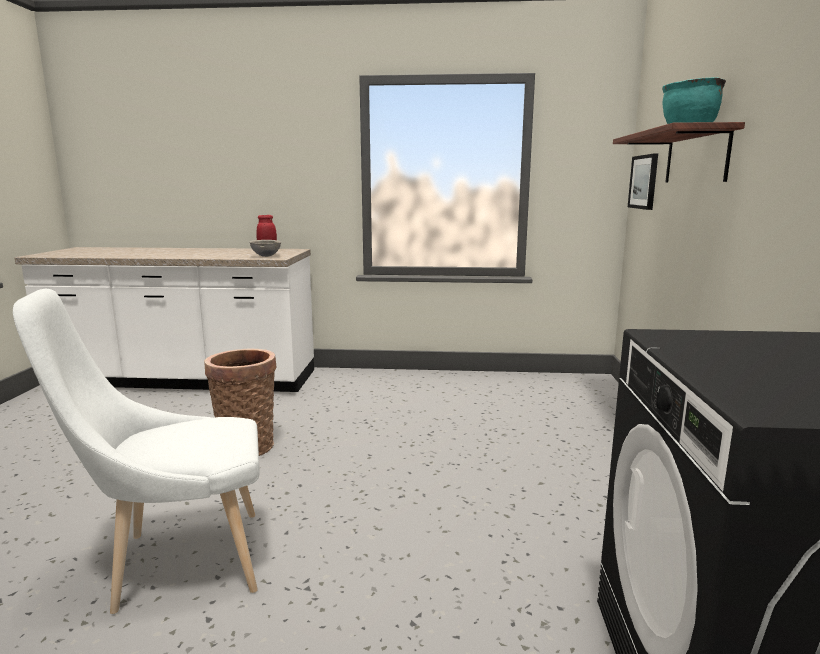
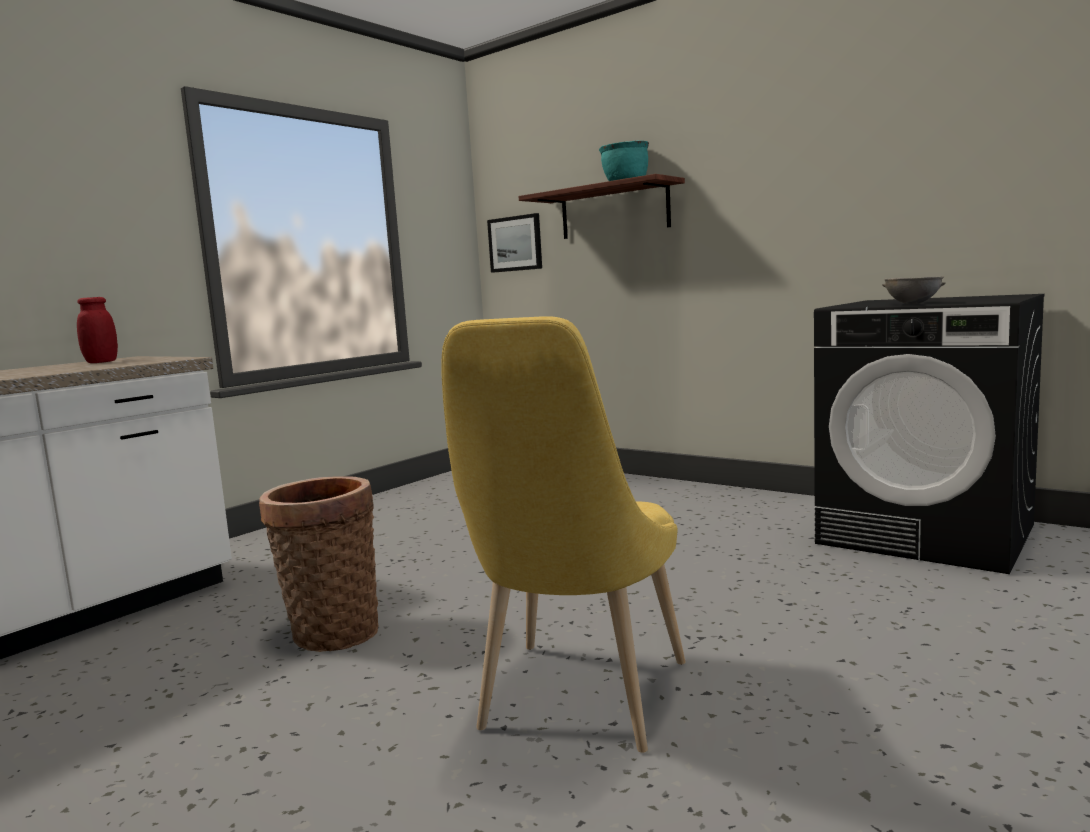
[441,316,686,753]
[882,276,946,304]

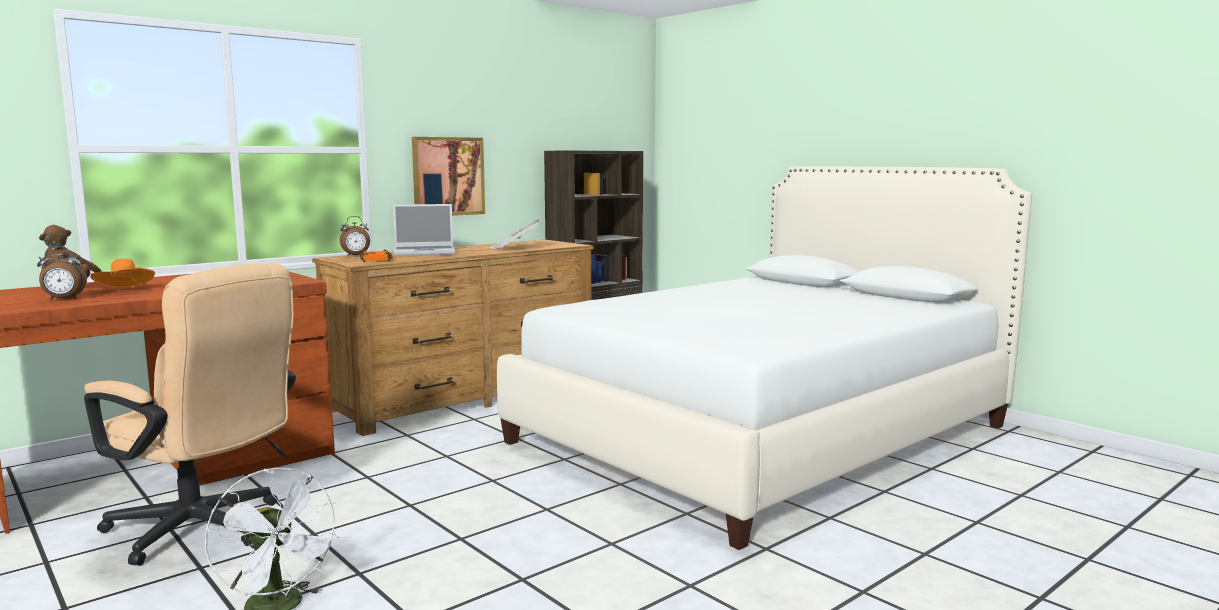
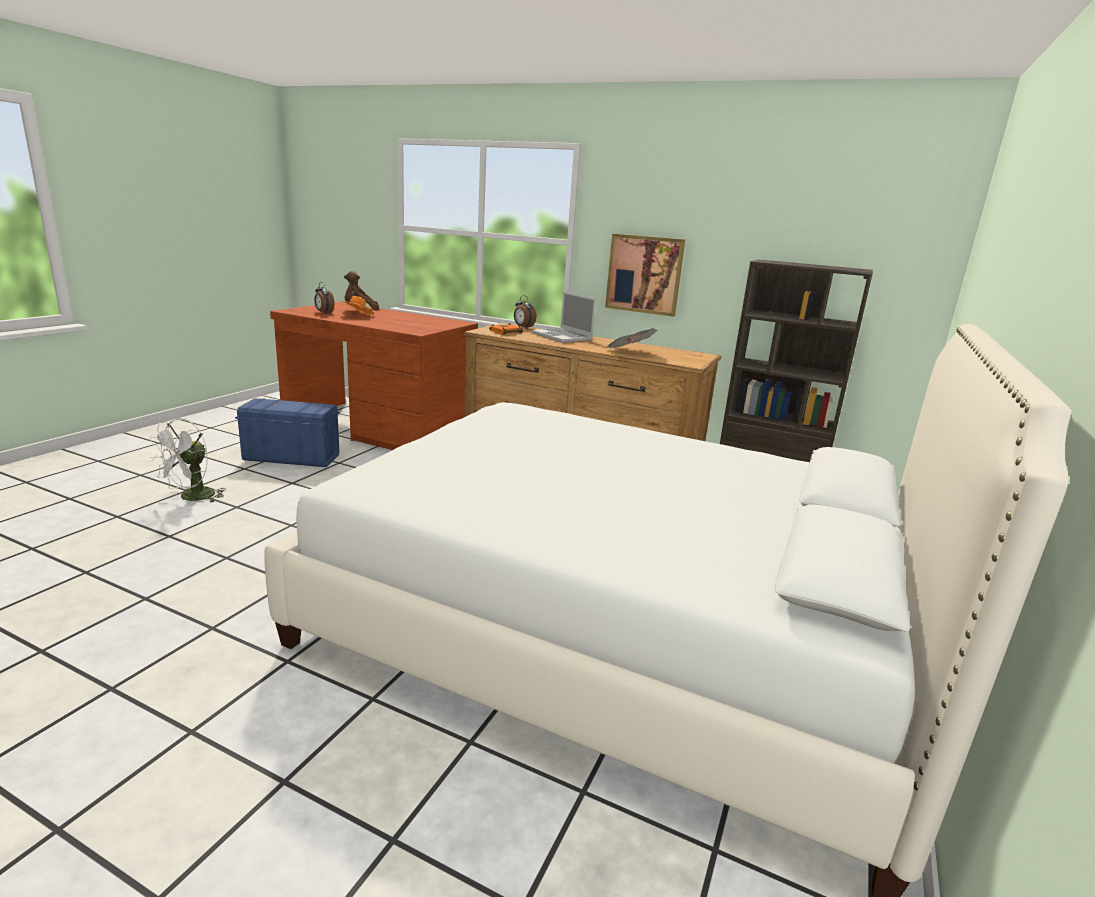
[235,398,340,467]

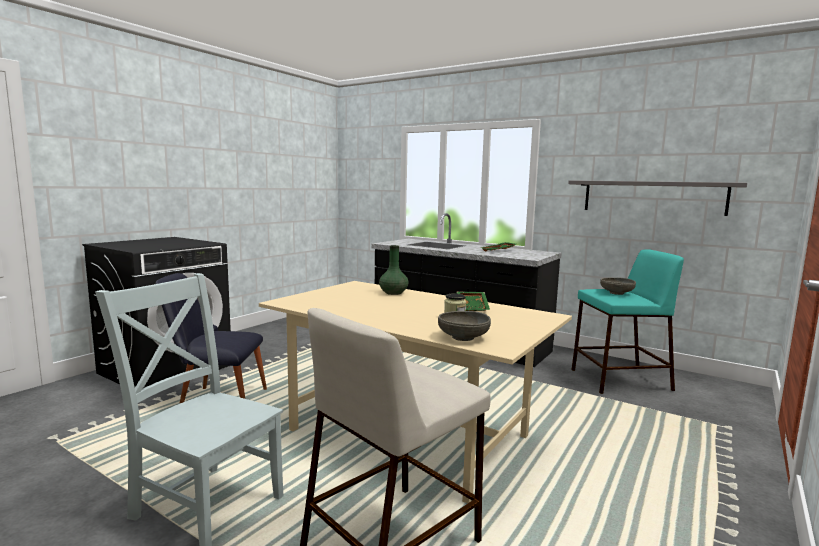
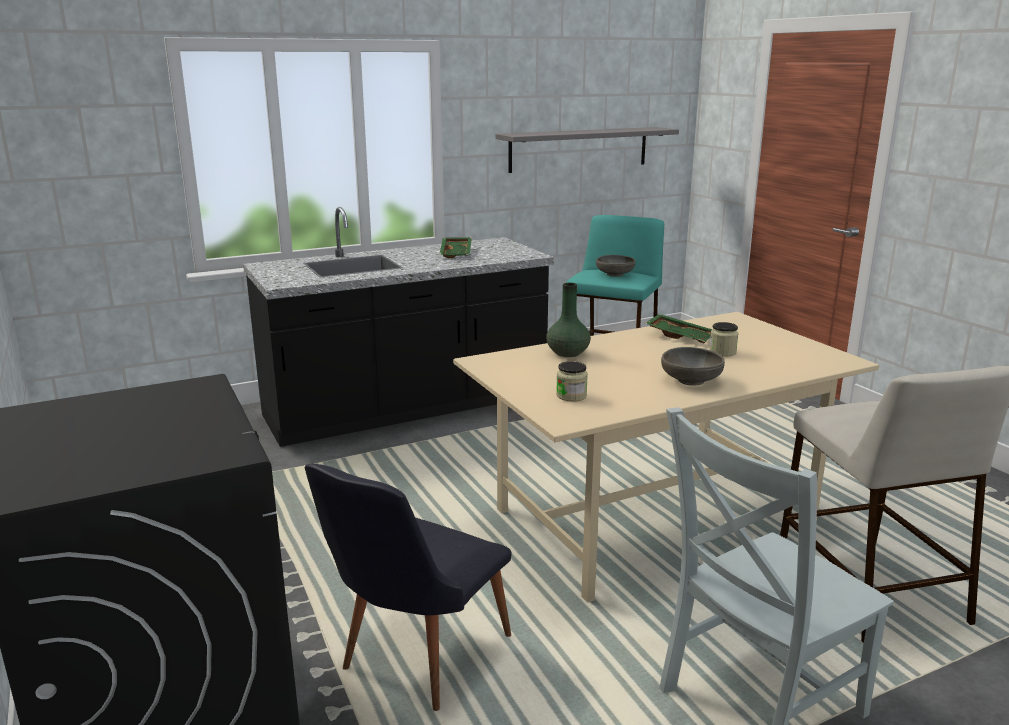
[661,347,725,386]
[556,361,588,402]

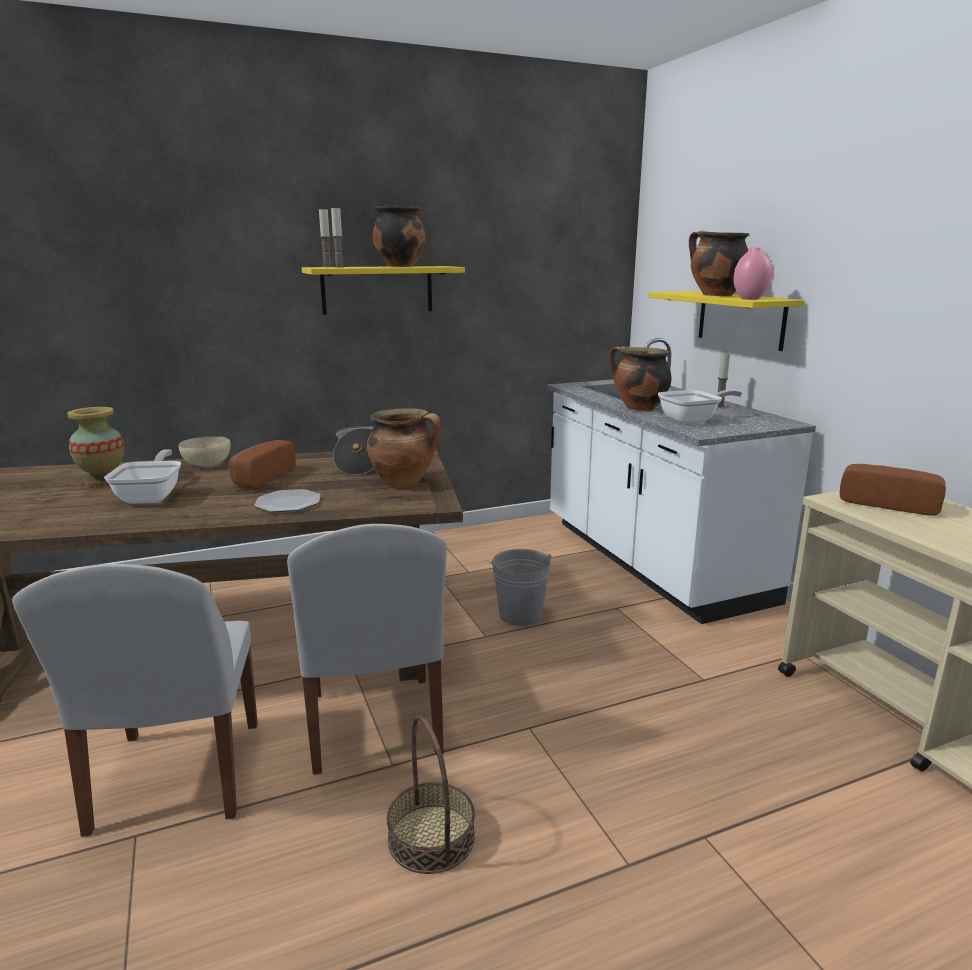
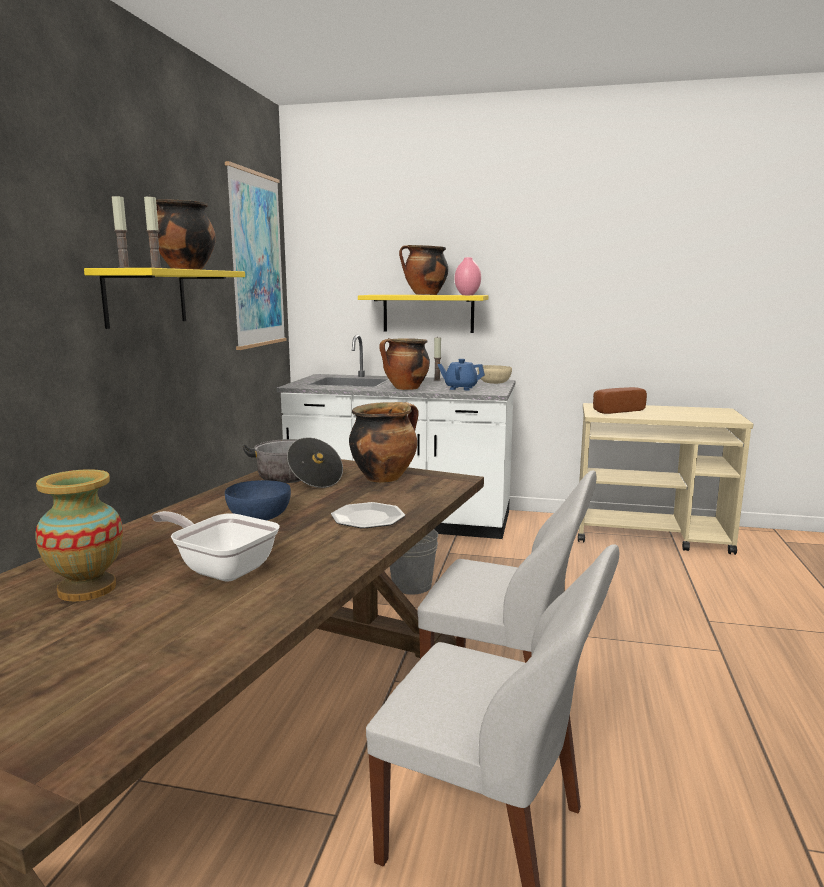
[477,365,512,384]
[225,480,291,520]
[386,715,475,874] (first image)
[438,359,485,391]
[225,161,287,350]

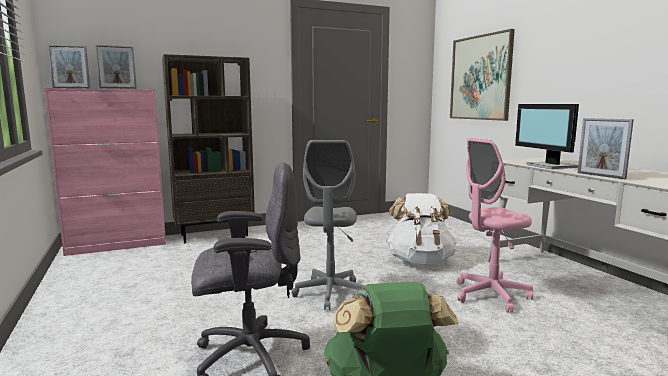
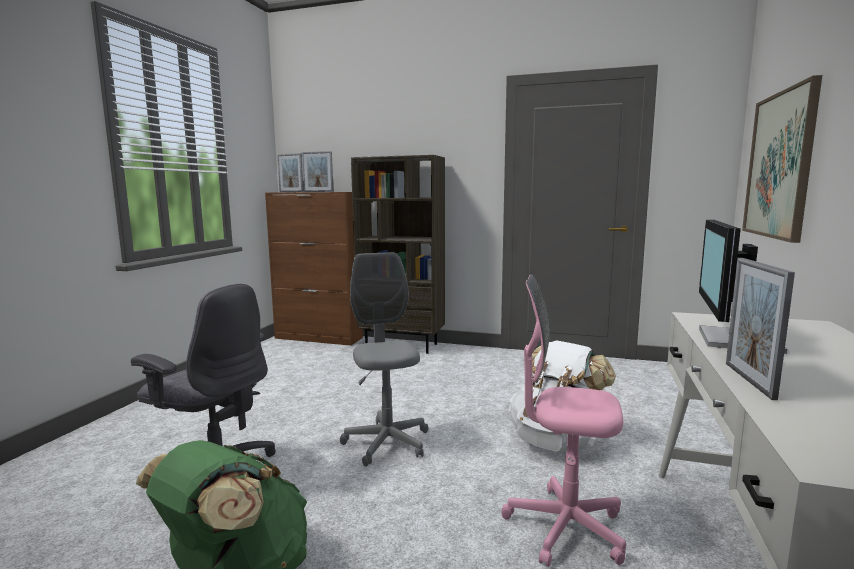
[265,192,363,346]
[340,252,428,467]

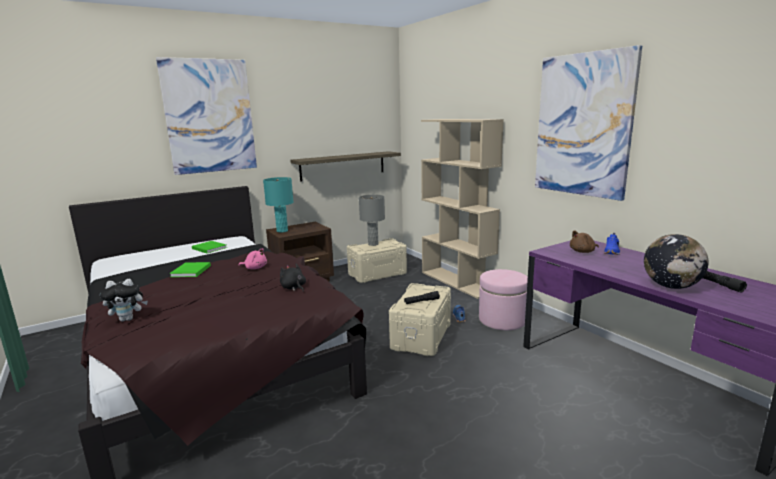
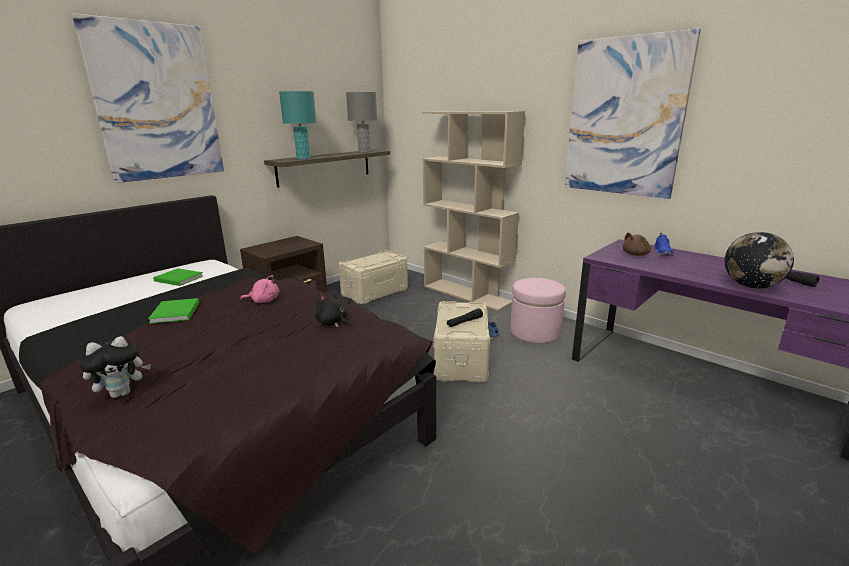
[279,91,316,159]
[346,92,377,153]

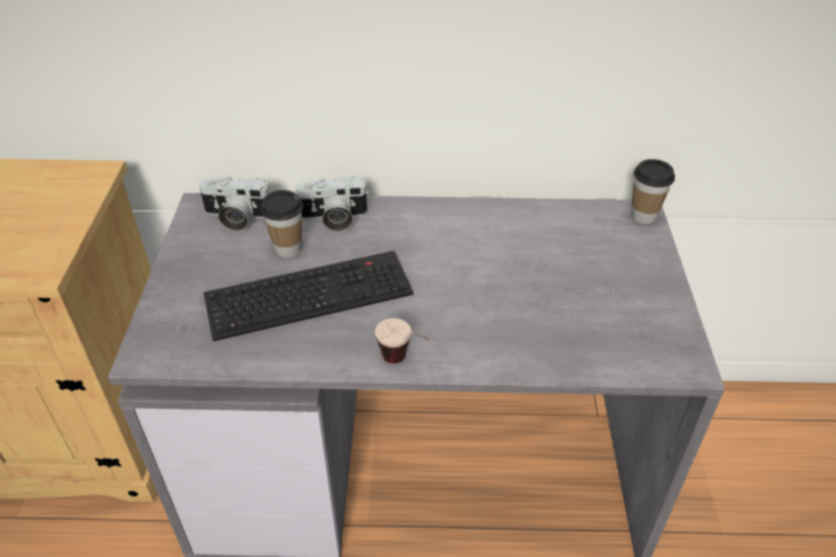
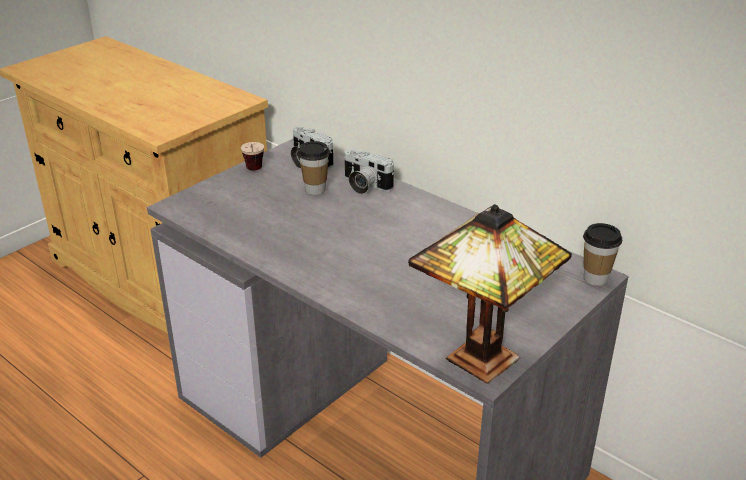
[203,251,413,342] (first image)
[241,142,264,170]
[408,204,572,383]

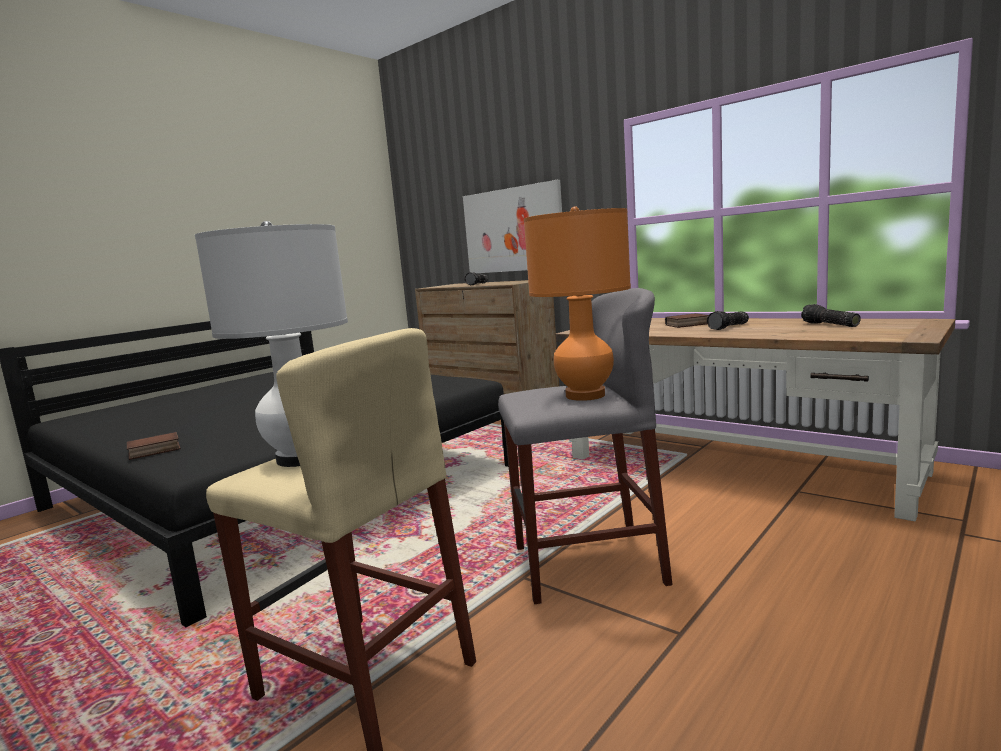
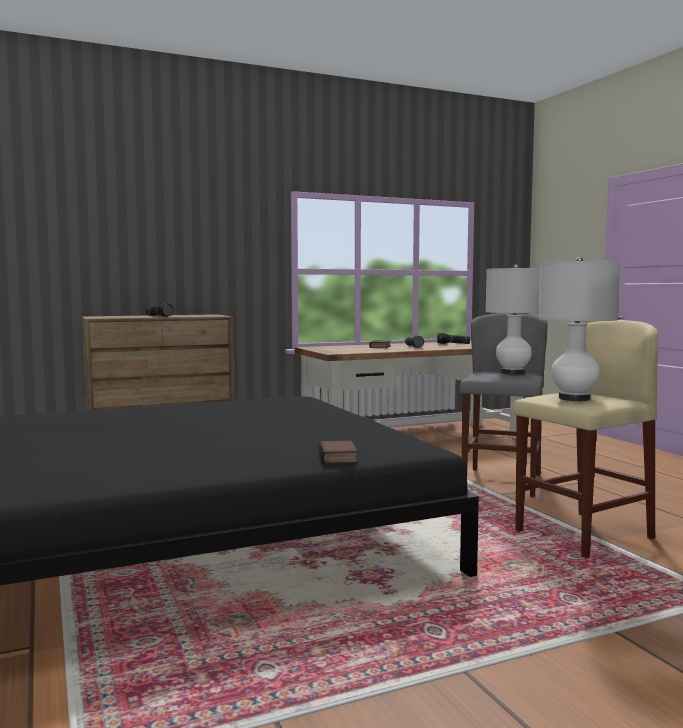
[463,180,562,273] (first image)
[485,265,540,375]

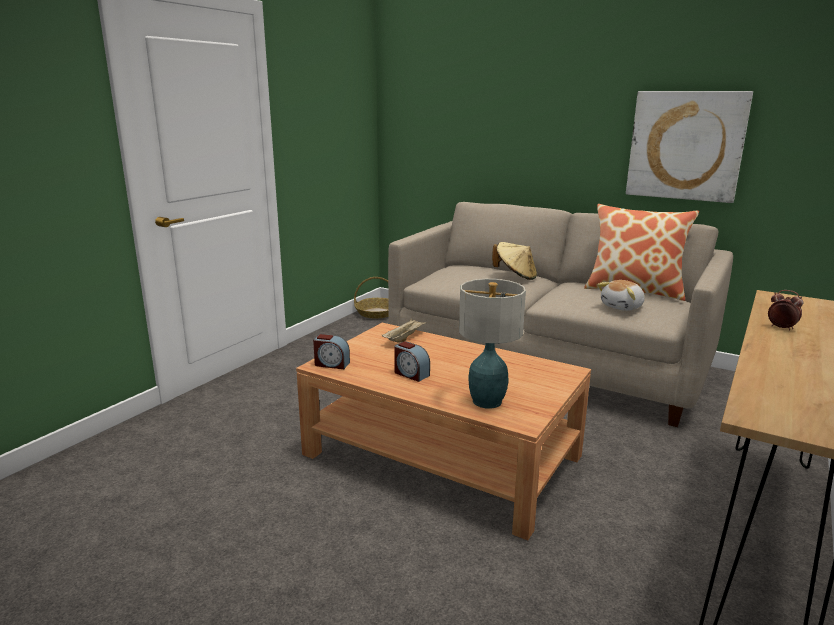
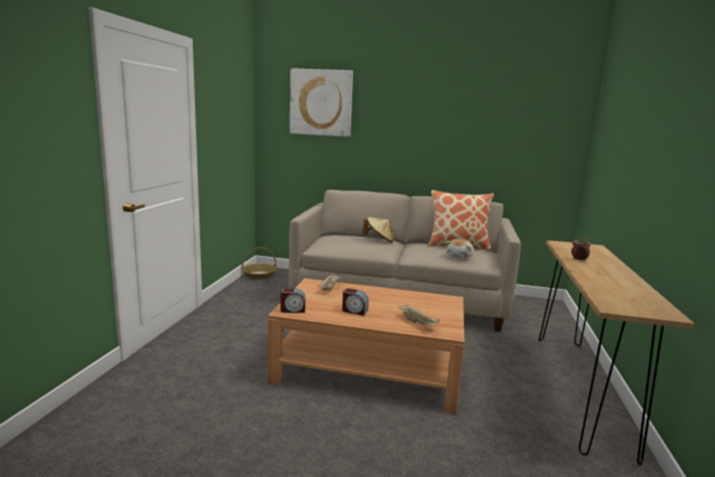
[398,305,439,325]
[290,68,353,137]

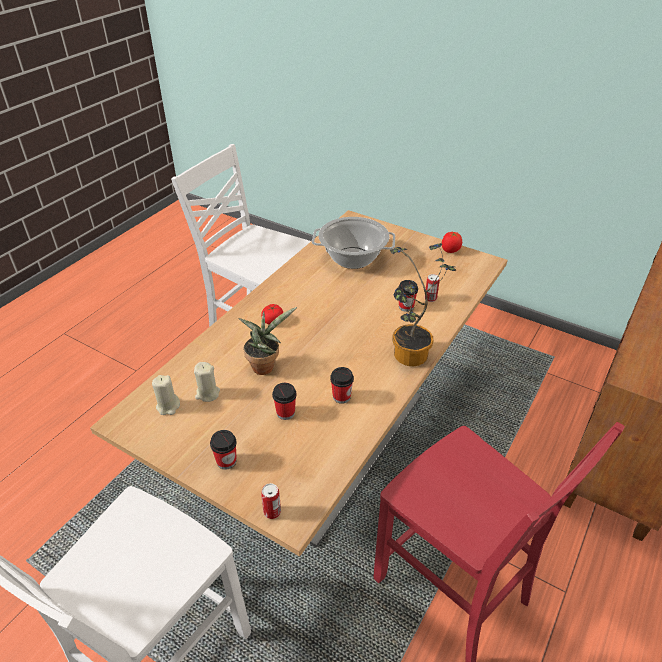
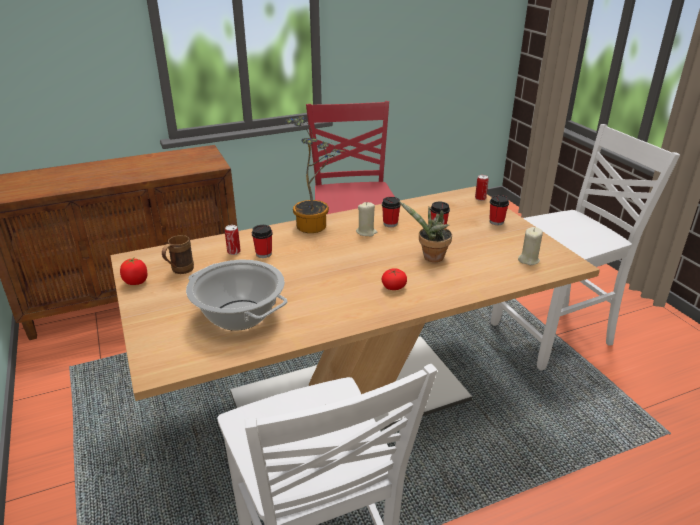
[356,202,378,236]
[162,235,194,274]

